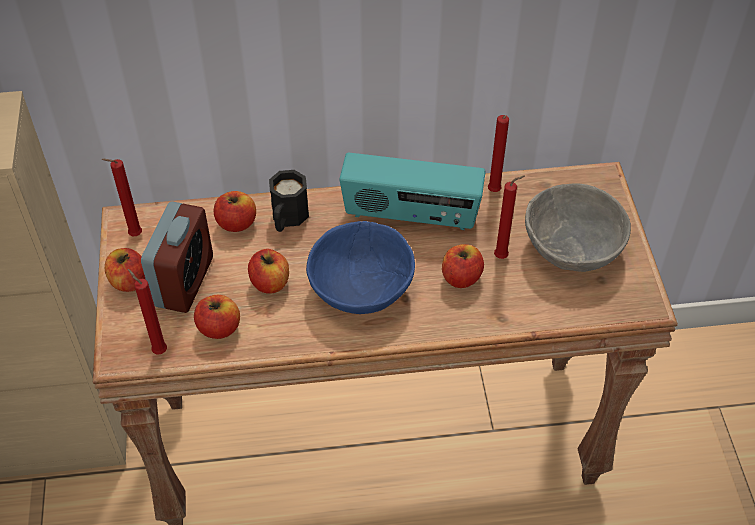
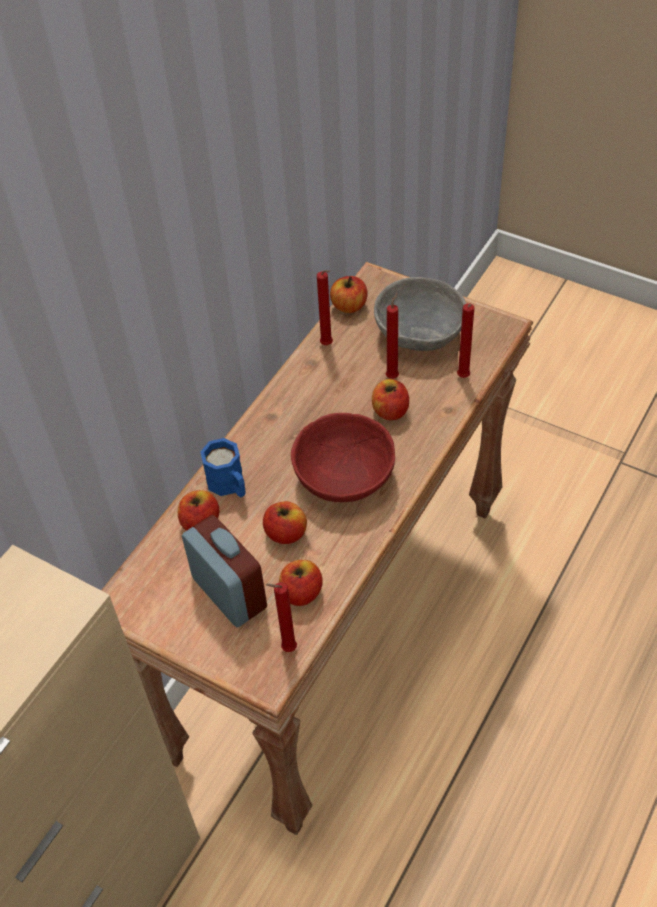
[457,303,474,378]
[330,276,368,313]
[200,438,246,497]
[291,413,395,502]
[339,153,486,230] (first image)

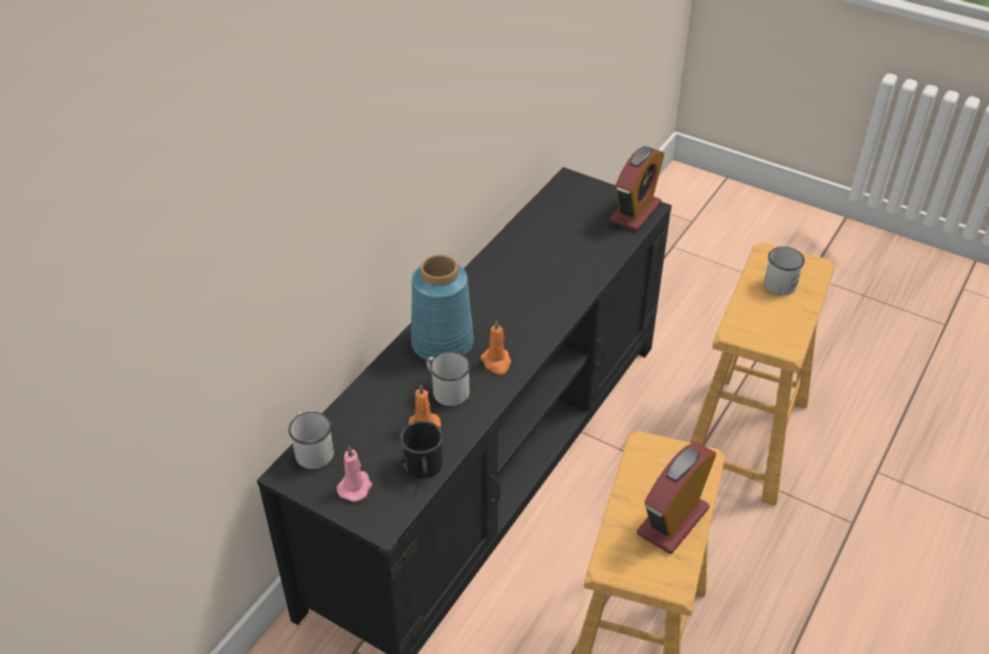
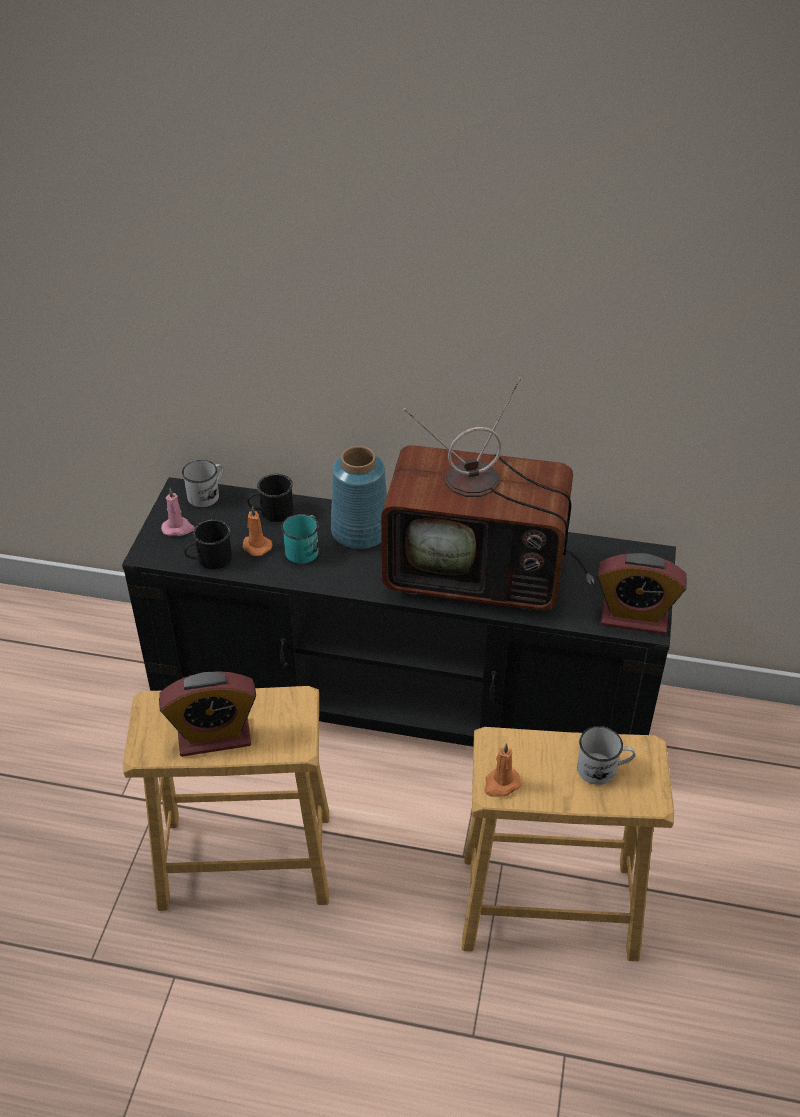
[281,514,319,564]
[485,743,521,797]
[159,671,256,757]
[247,474,293,522]
[381,377,595,611]

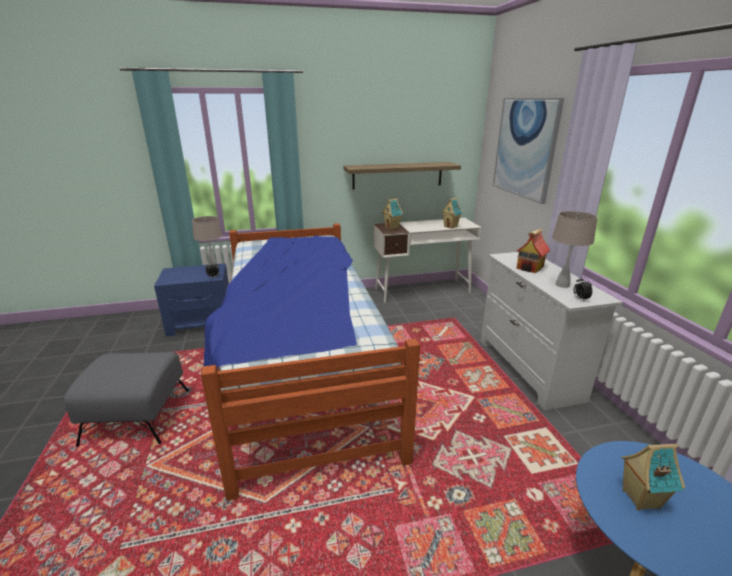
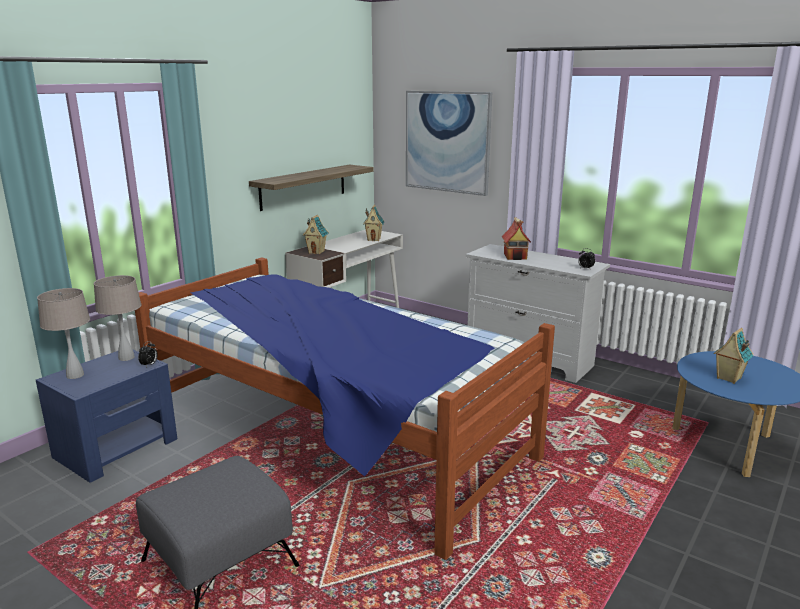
[37,288,90,379]

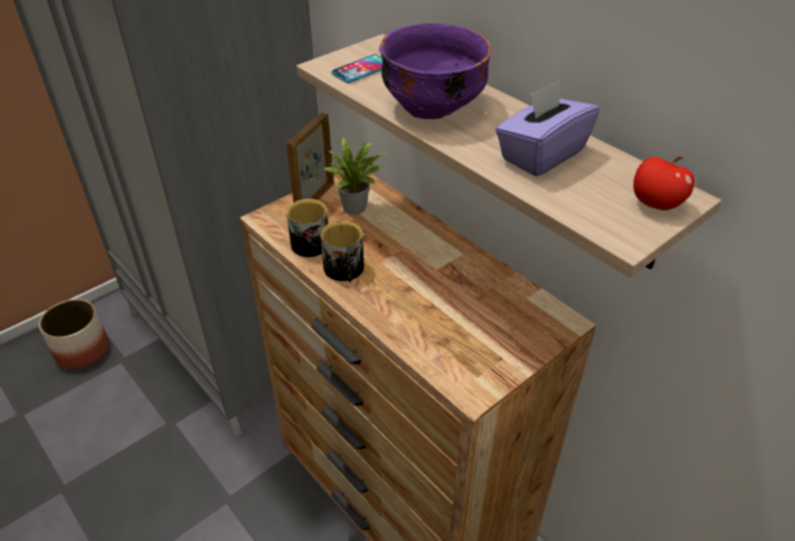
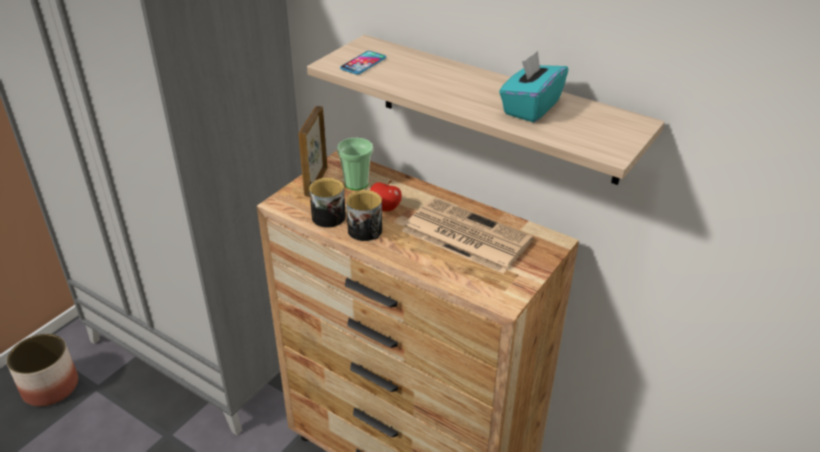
[337,138,373,190]
[379,23,492,119] (first image)
[499,51,568,123]
[370,180,402,212]
[402,198,533,274]

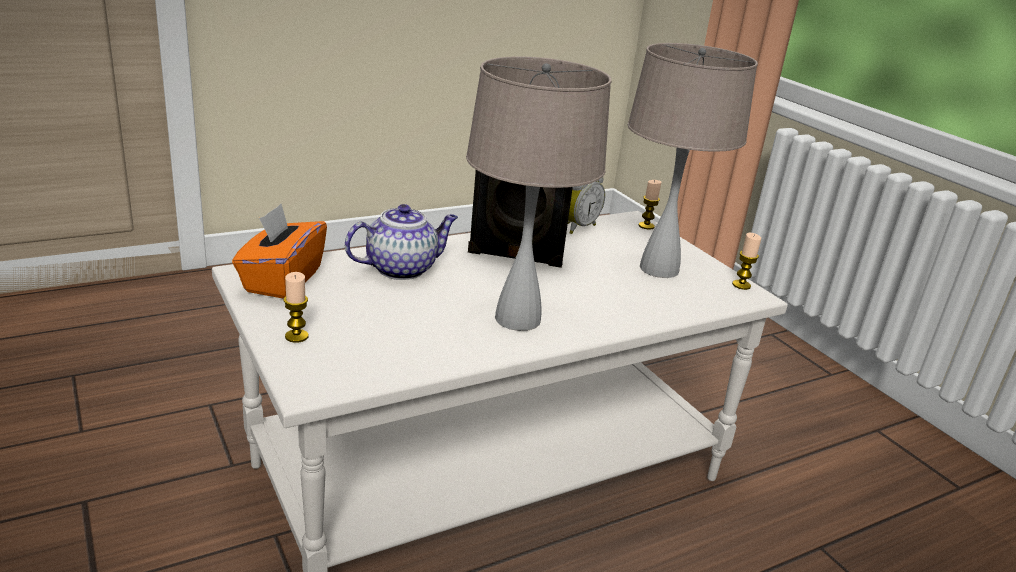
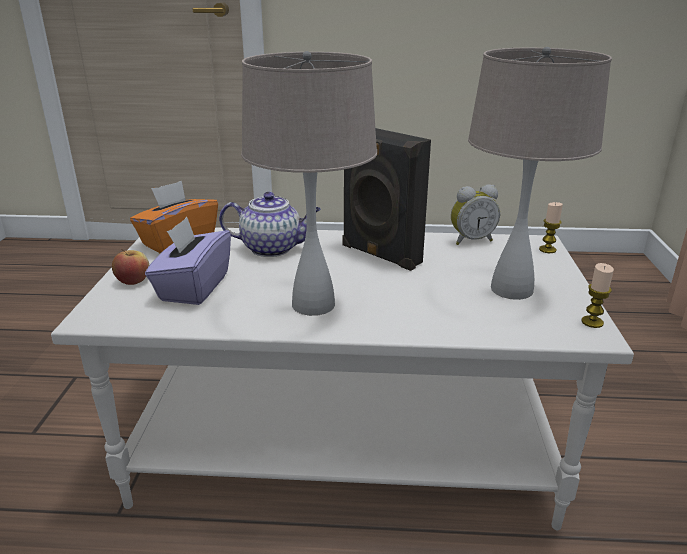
[112,249,149,285]
[145,217,231,305]

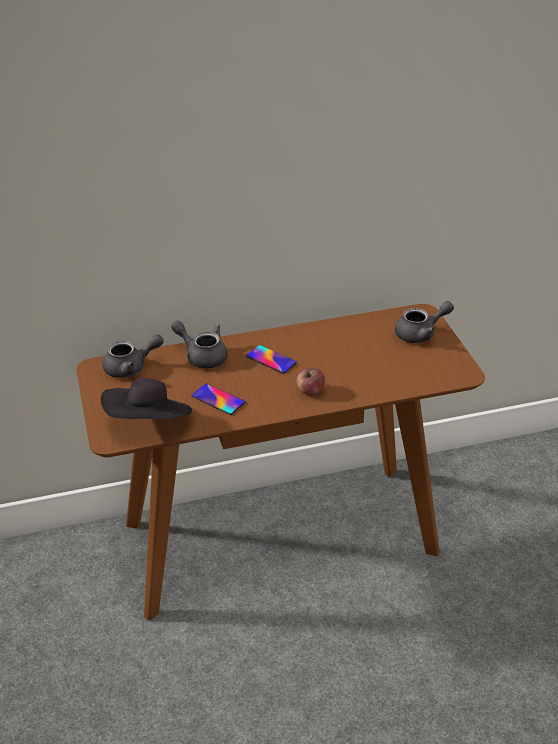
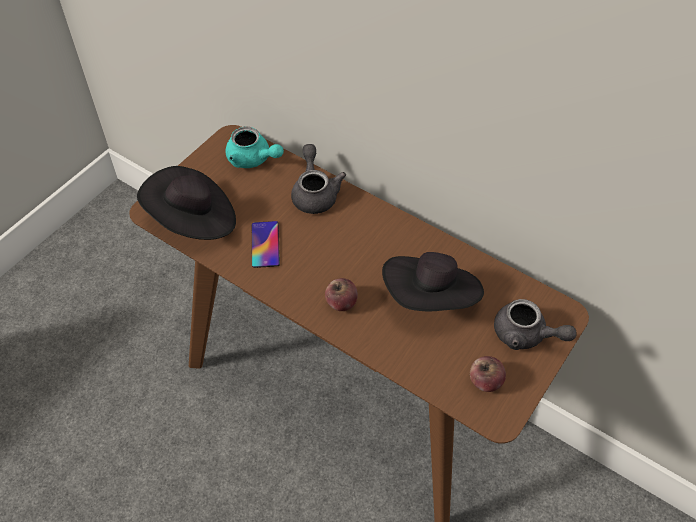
[225,127,284,168]
[246,345,297,374] (first image)
[382,252,484,312]
[470,356,506,392]

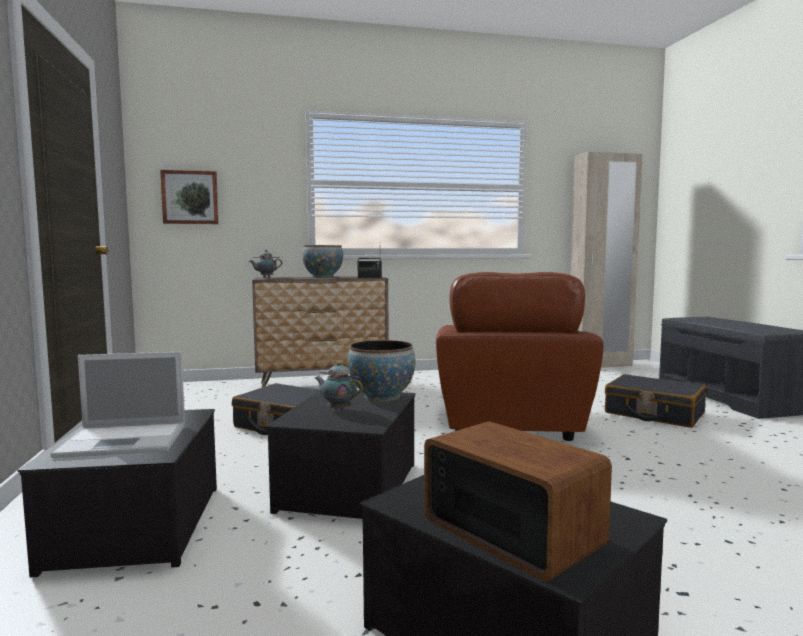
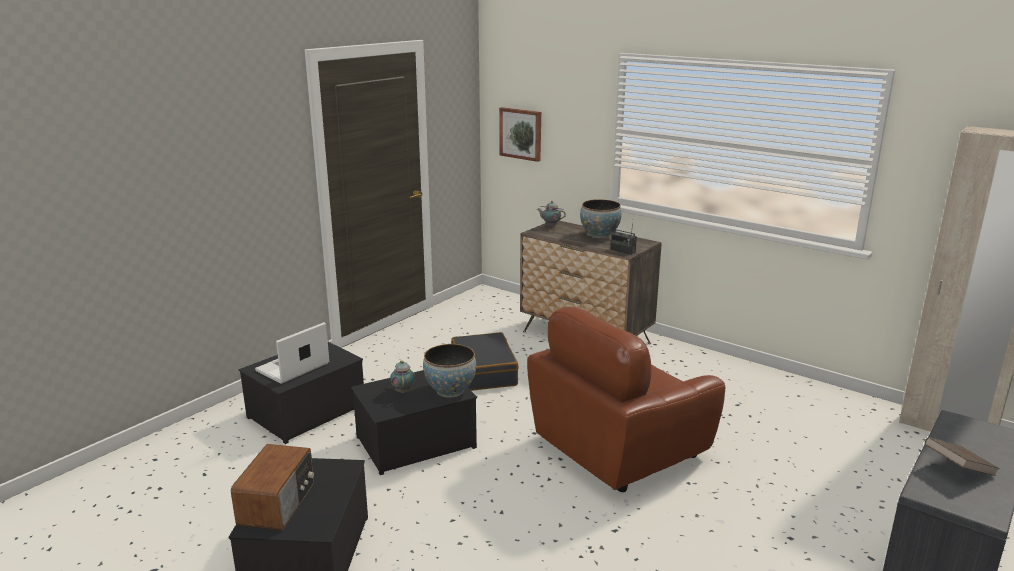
[255,322,329,384]
[605,374,706,428] (first image)
[925,437,1000,476]

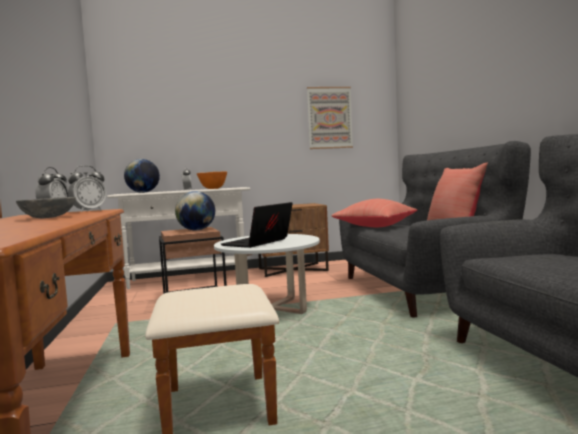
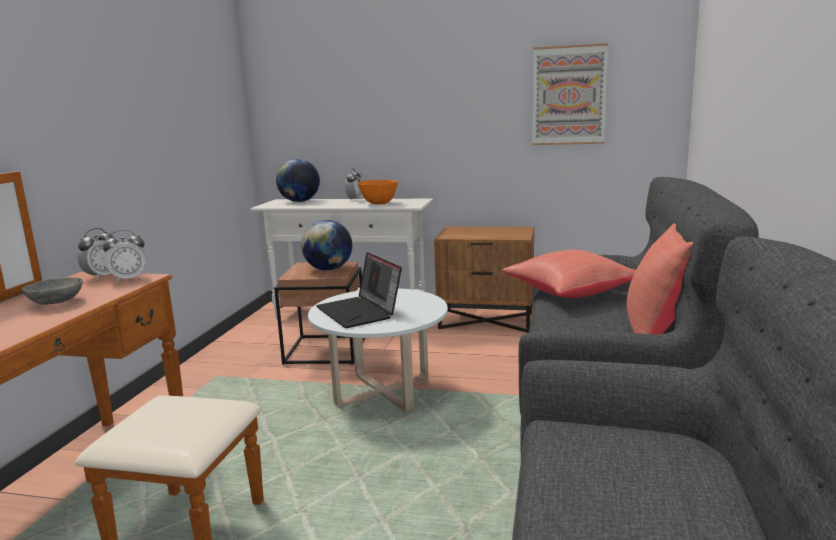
[316,252,402,328]

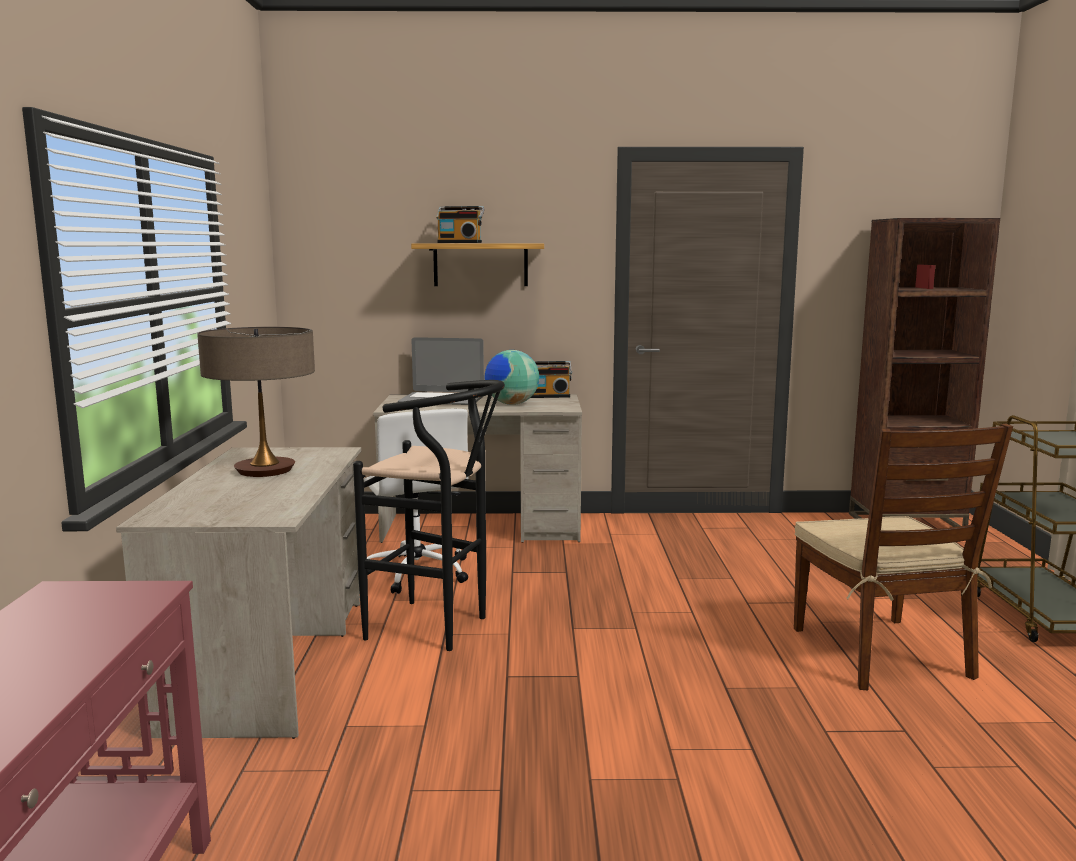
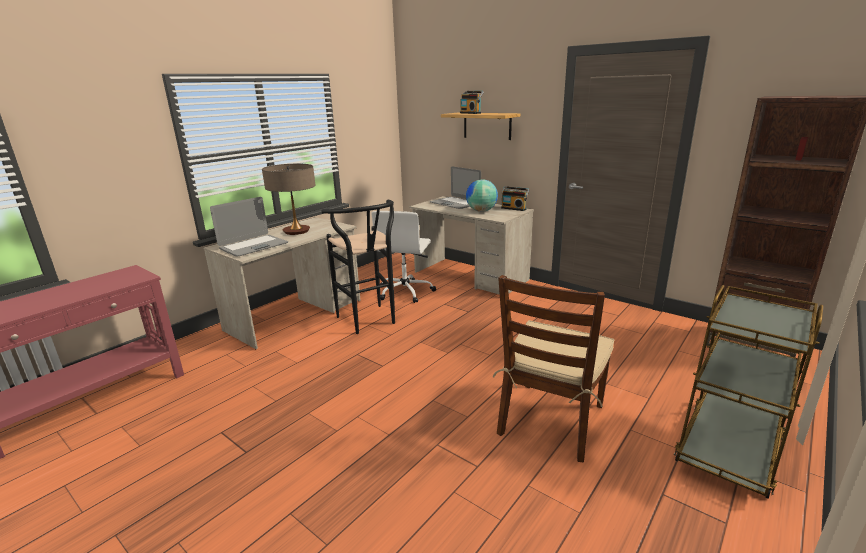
[210,197,288,256]

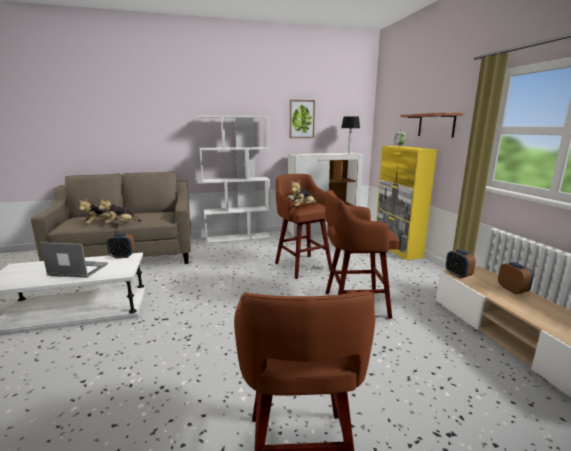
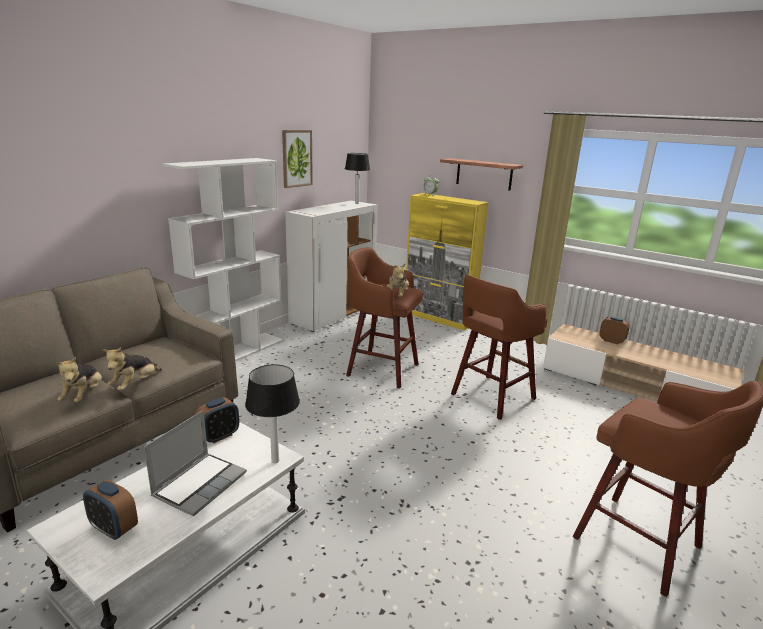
[144,410,247,516]
[83,479,138,540]
[245,364,300,463]

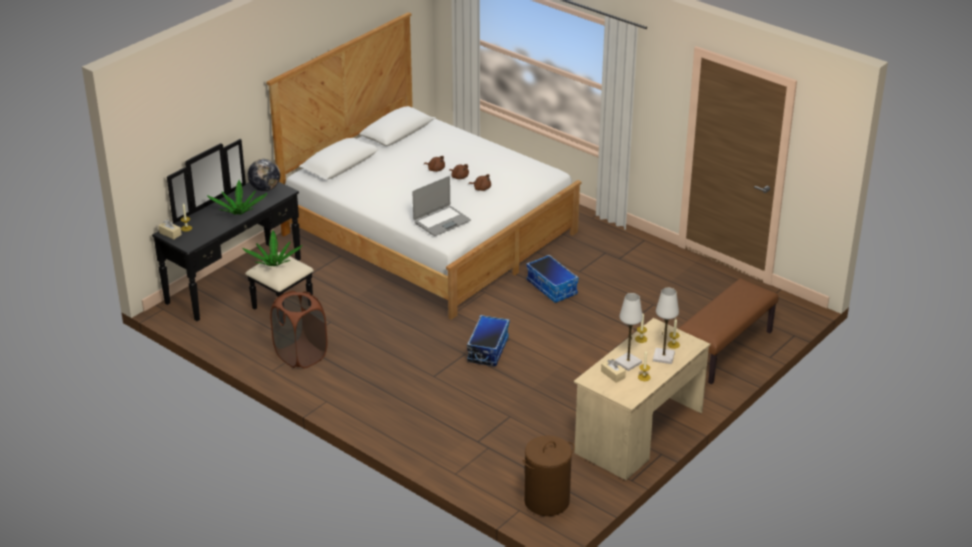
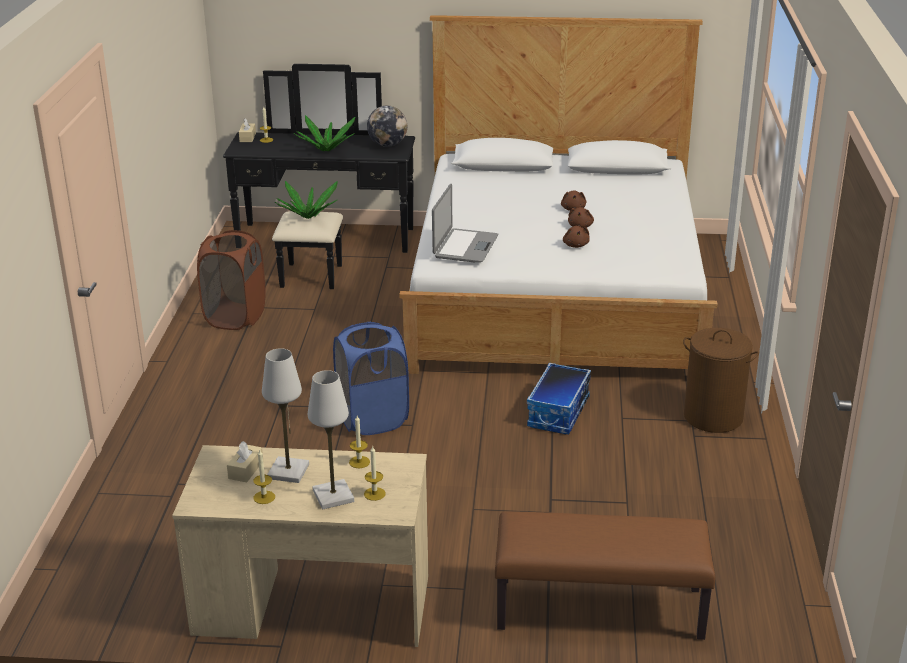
[432,184,498,262]
[333,322,409,435]
[683,328,759,433]

